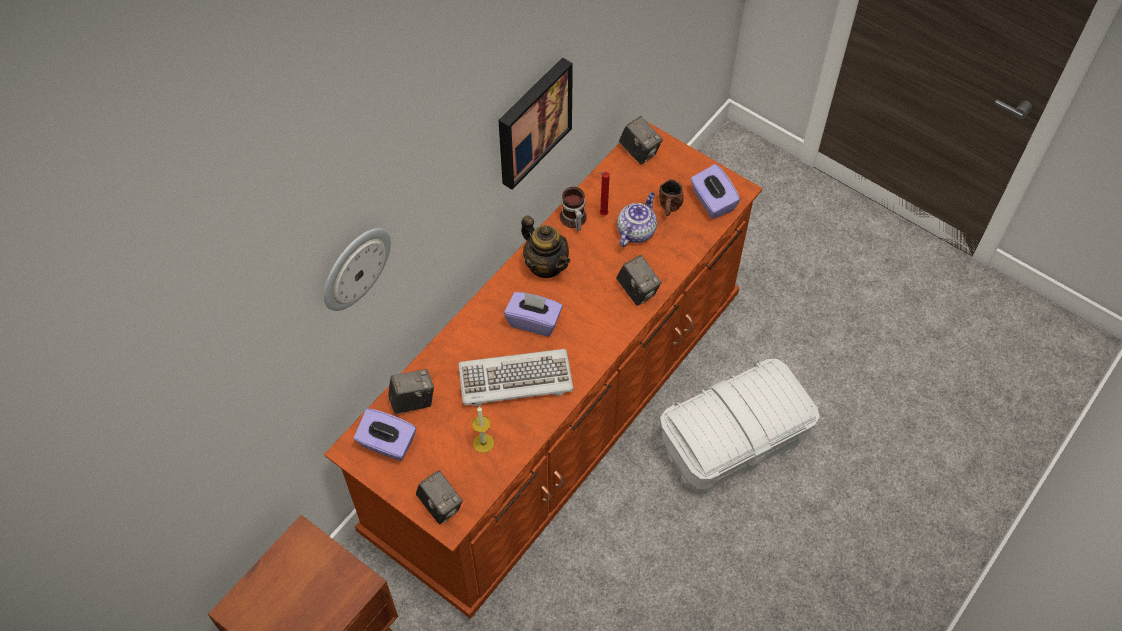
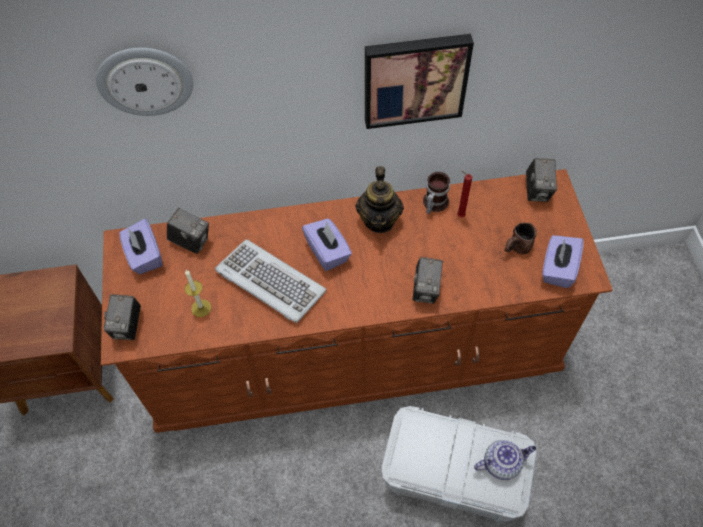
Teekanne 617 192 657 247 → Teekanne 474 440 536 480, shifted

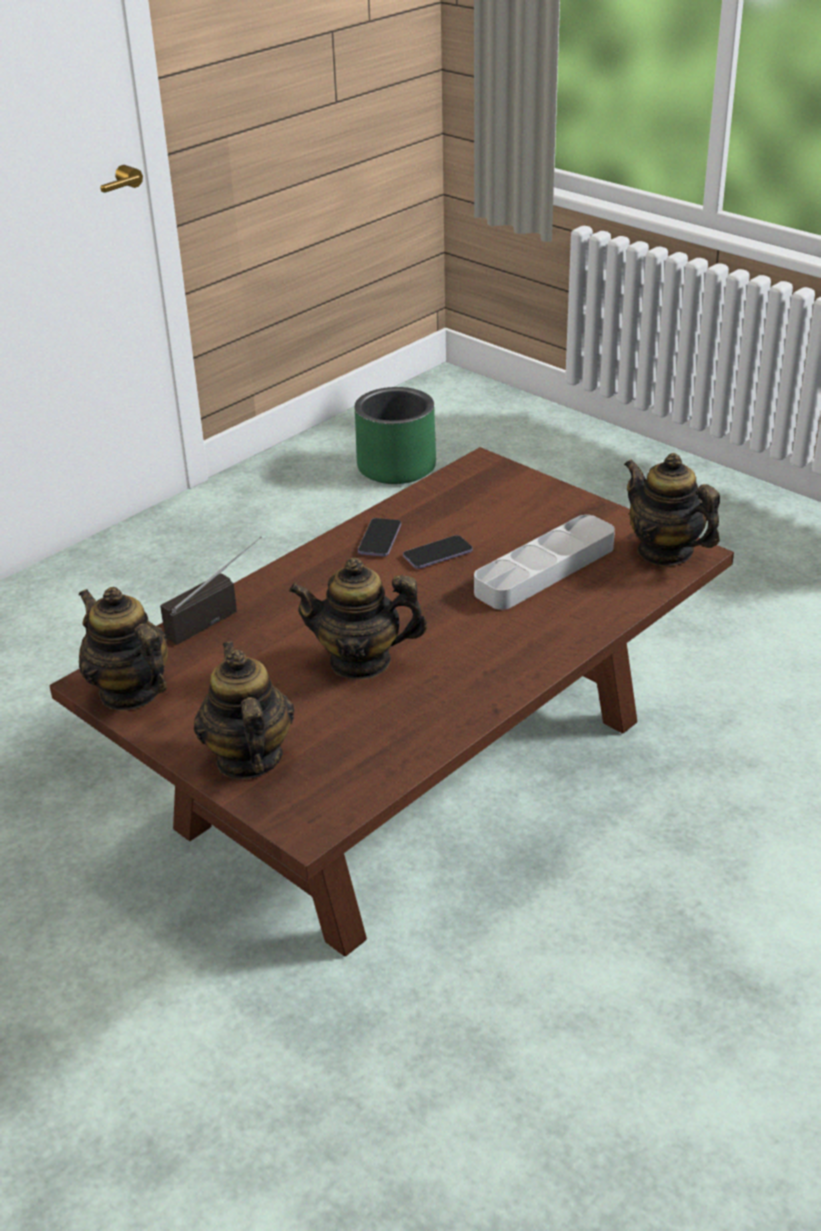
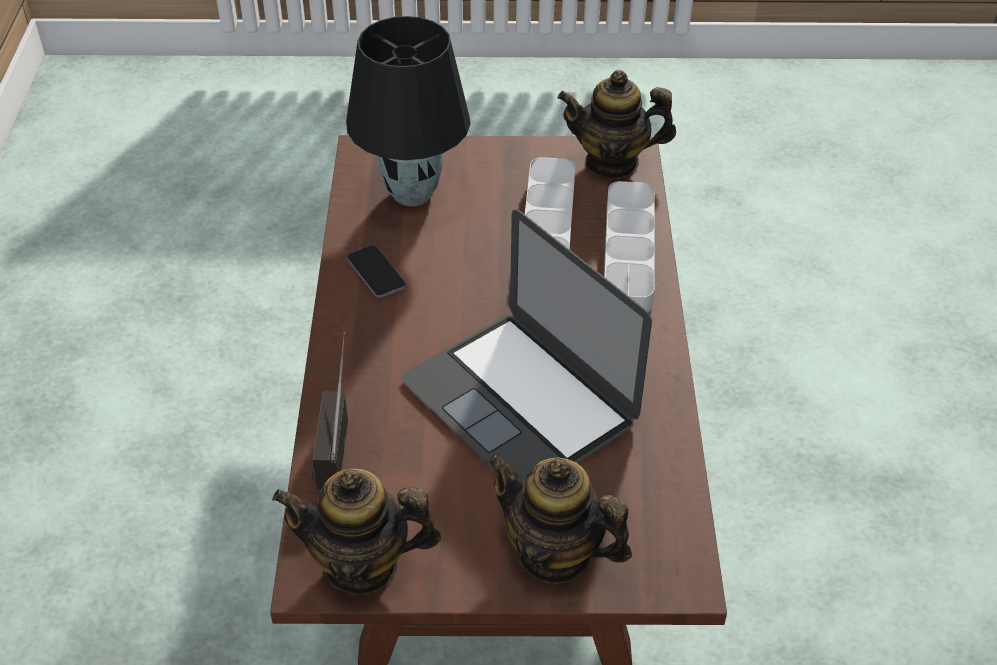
Teekanne 289 558 428 679 → Laptop 402 210 652 479
Pflanzkübel [grün] 355 387 436 484 → -
Handy 403 535 473 569 → -
- → Tischlampe [schwarz] 346 16 471 206
- → Tablett [grau] 604 181 655 312

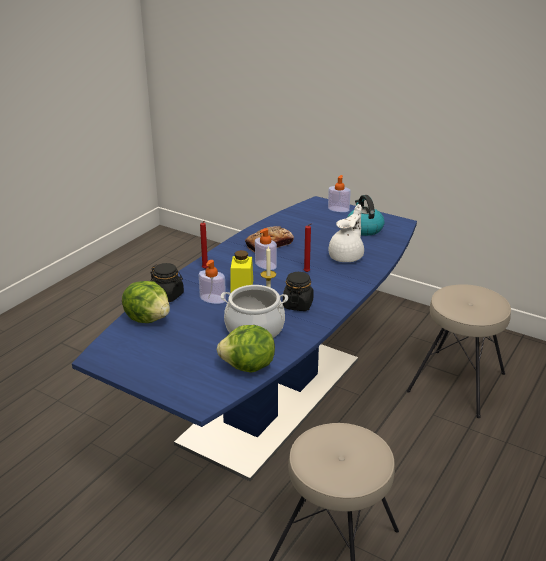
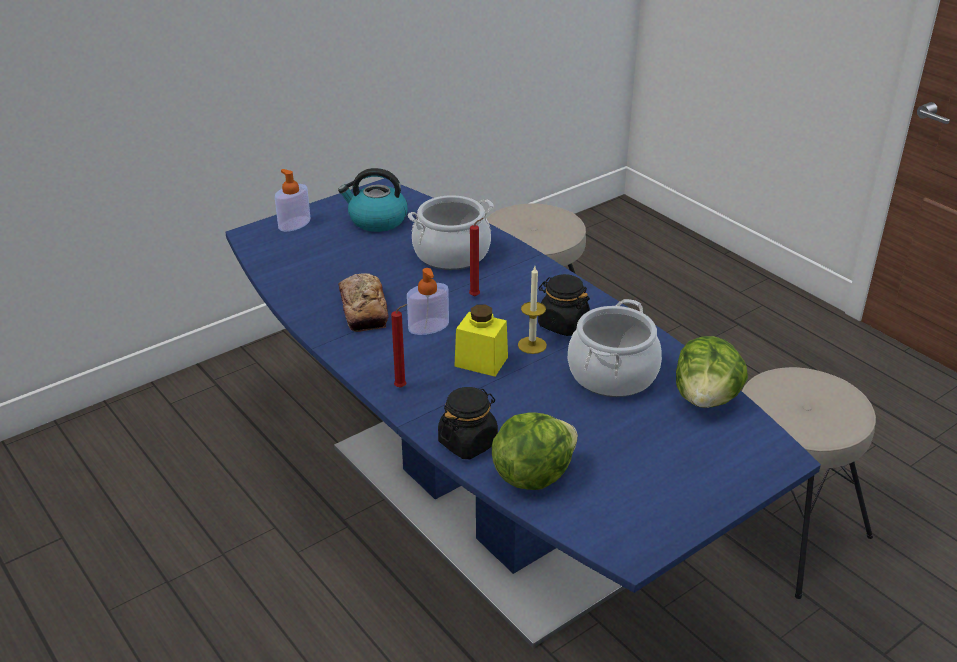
Seifenspender 199 260 226 304 → -
Teekanne [weiß] 328 204 364 262 → Kochtopf 408 195 493 270

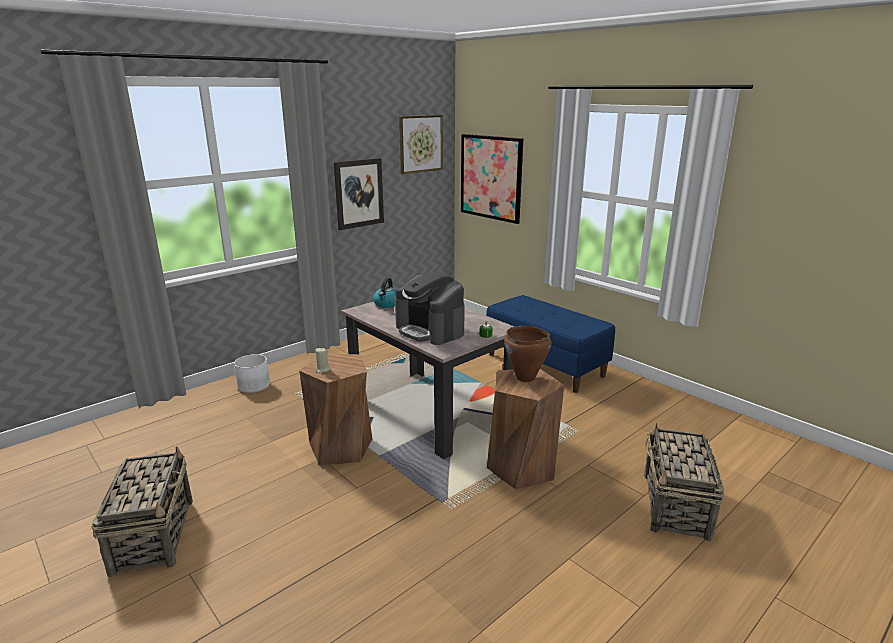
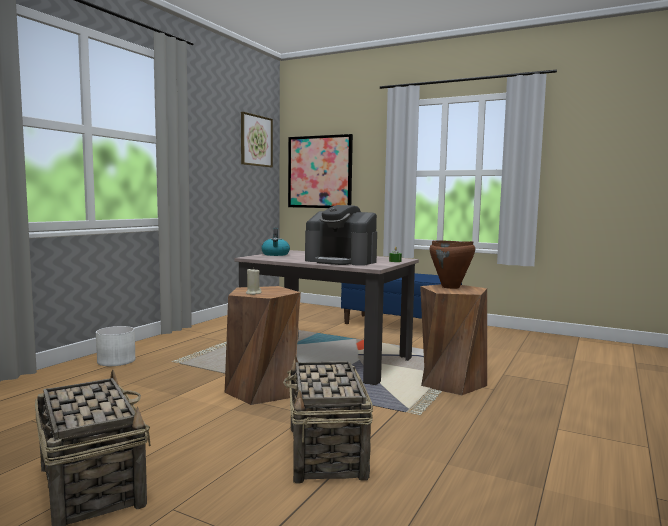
Bild 334 158 384 230 → -
Korb 644 423 725 541 → Korb 283 355 373 484, shifted

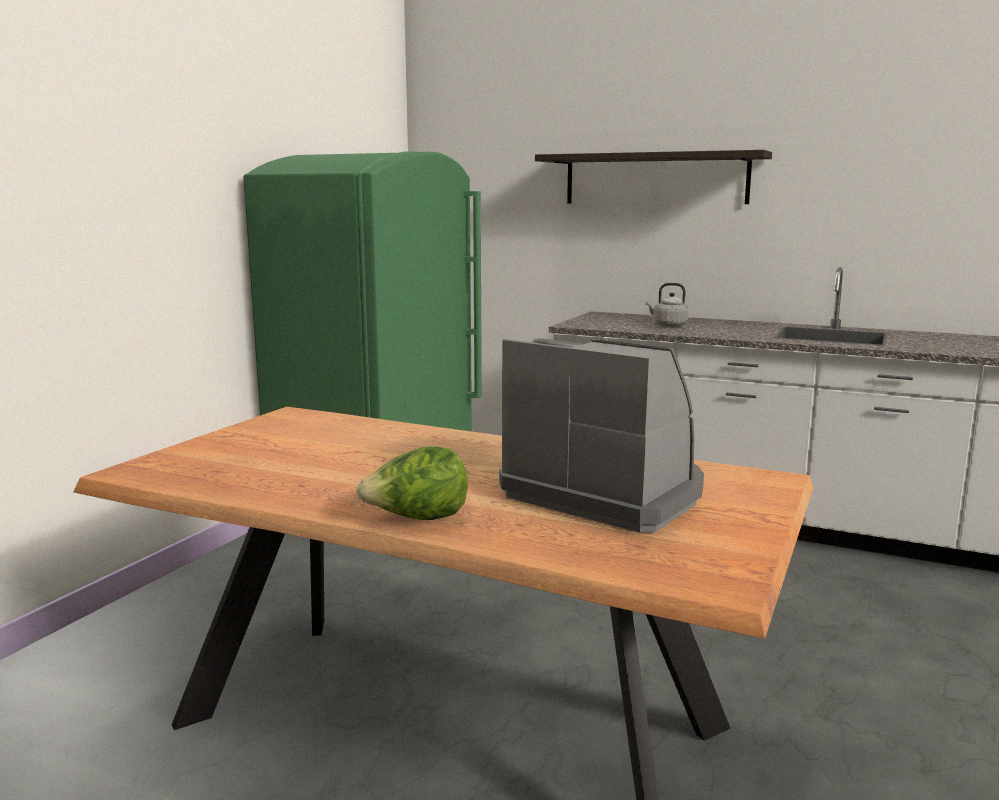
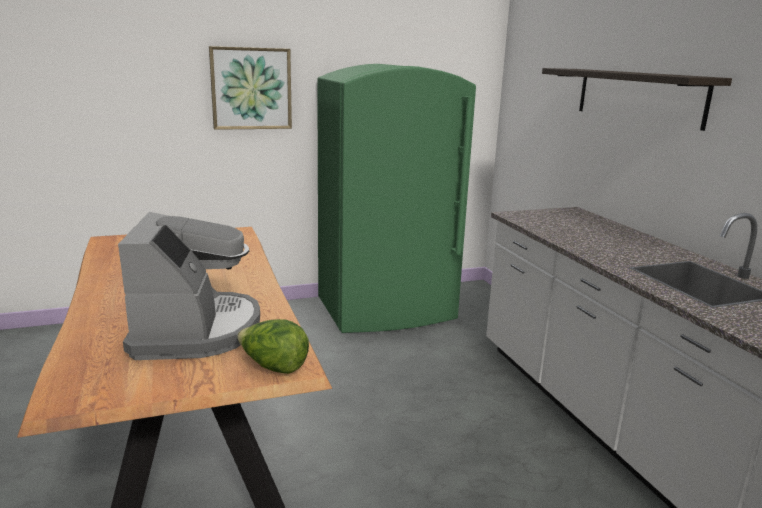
Salatkopf 357 447 468 520 → Salatkopf 237 319 309 374, shifted
Wasserkessel [grau] 646 283 689 327 → -
- → Bild 209 46 292 130

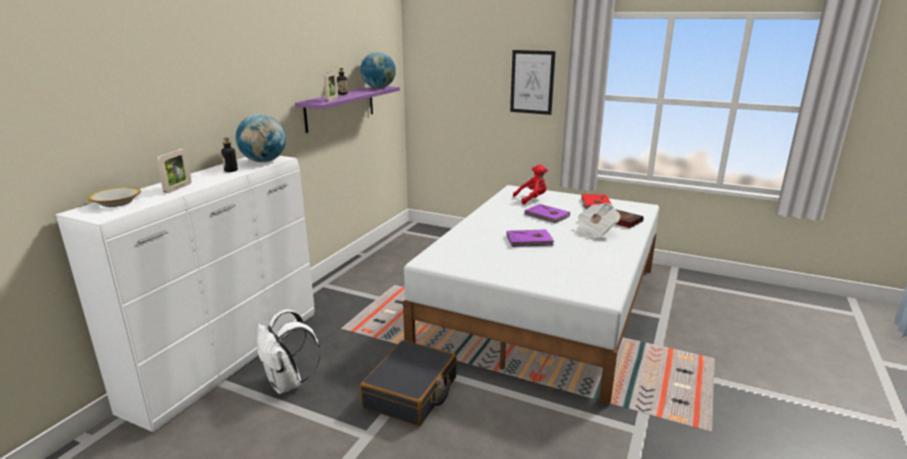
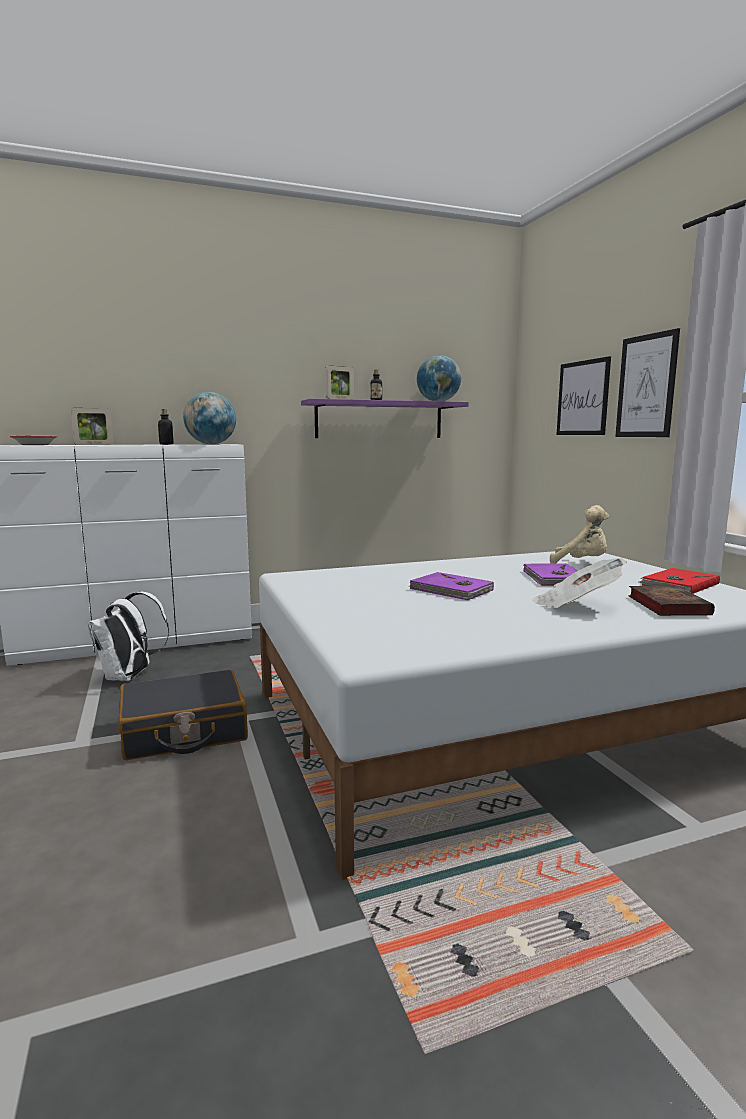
Plüschtier [rot] 513 164 548 205 → Plüschtier [beige] 550 505 609 564
- → Bild 557 356 611 435

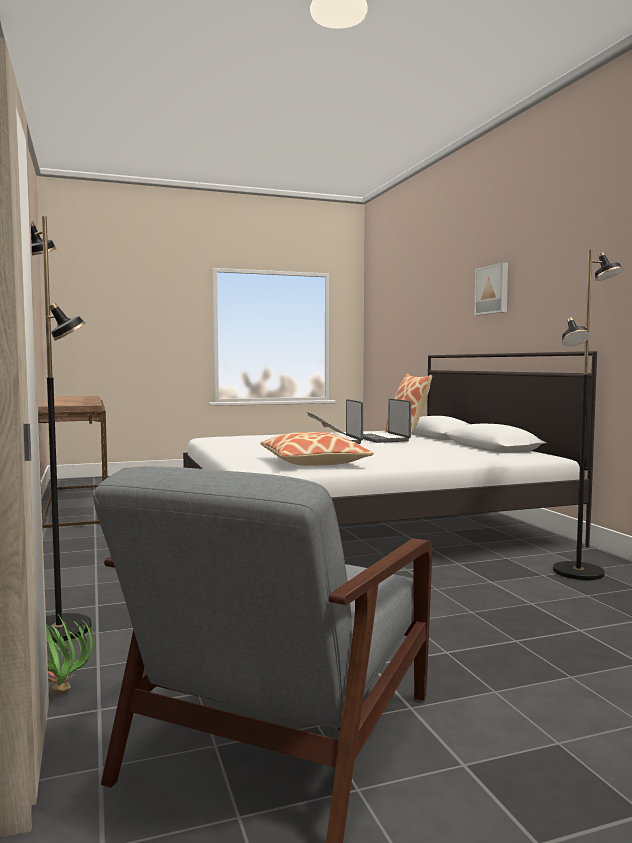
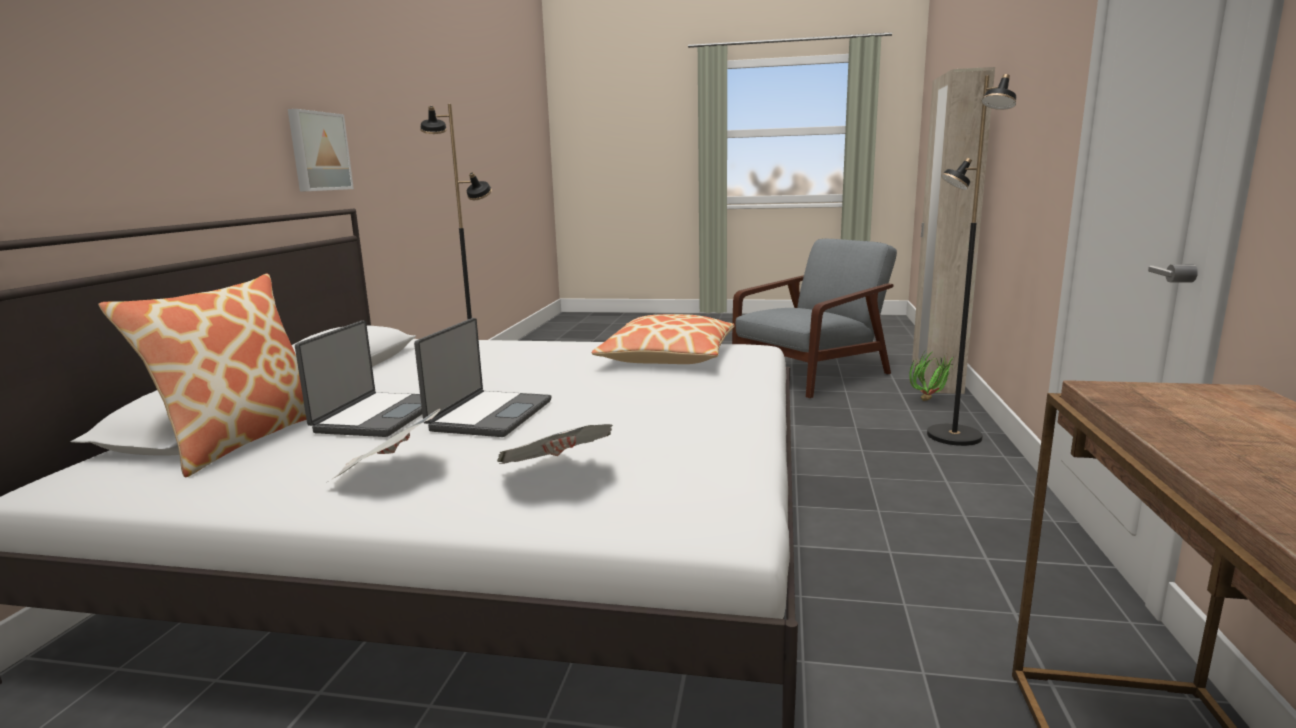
Bild 474 262 508 315 → Bild 288 109 354 192, shifted
- → Zeitung 497 424 613 464

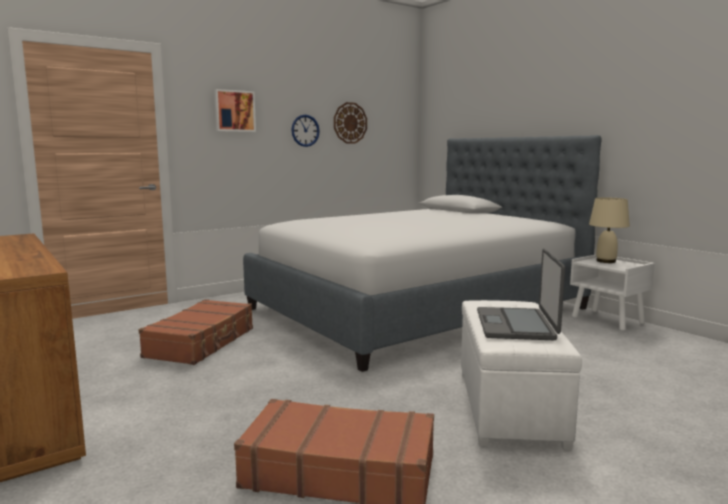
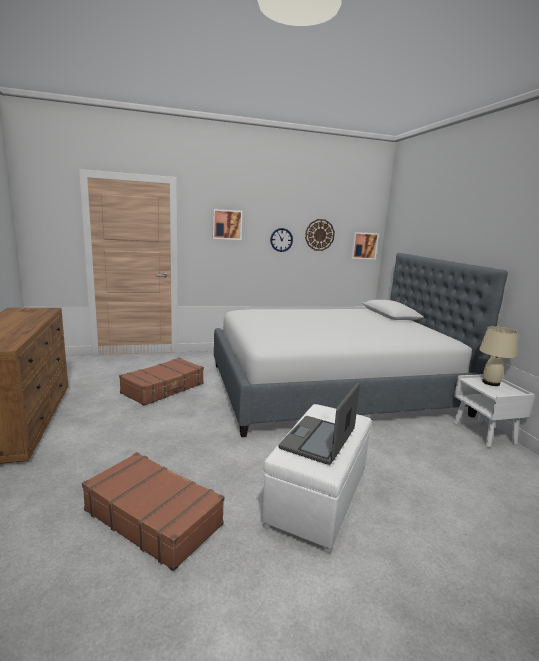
- → Bild 351 232 379 259

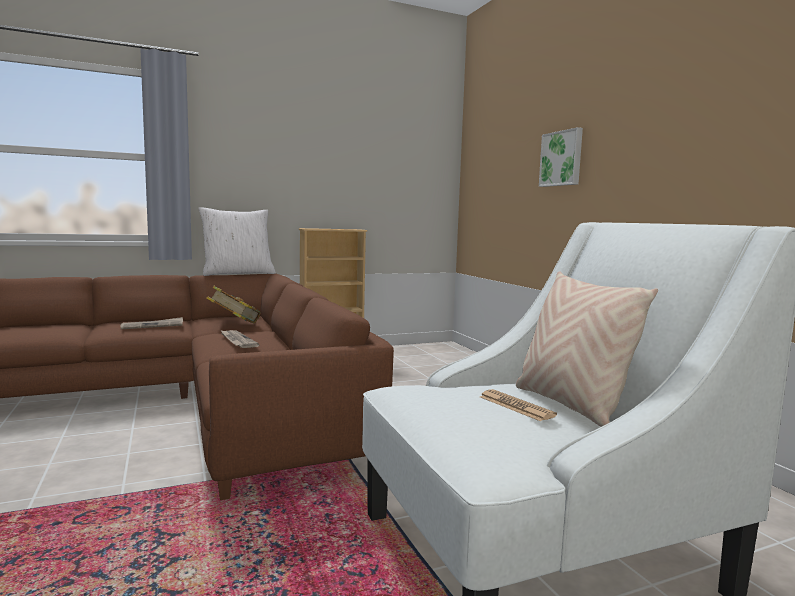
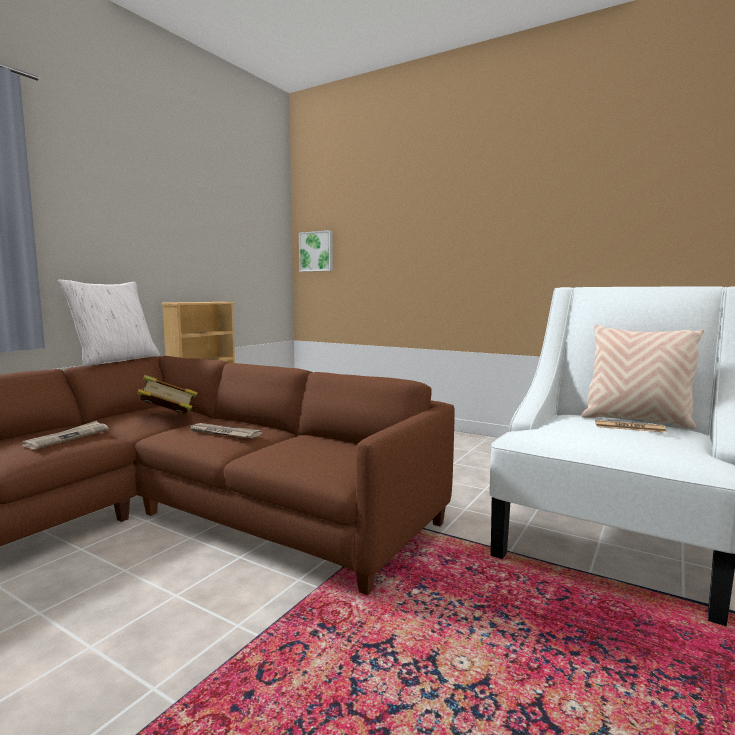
Bild 539 127 583 187 → Bild 299 230 333 272, shifted

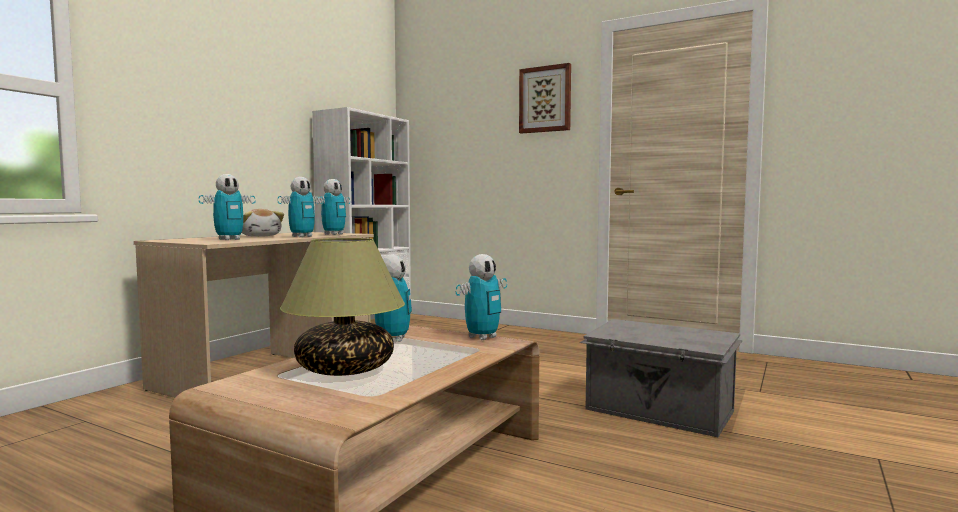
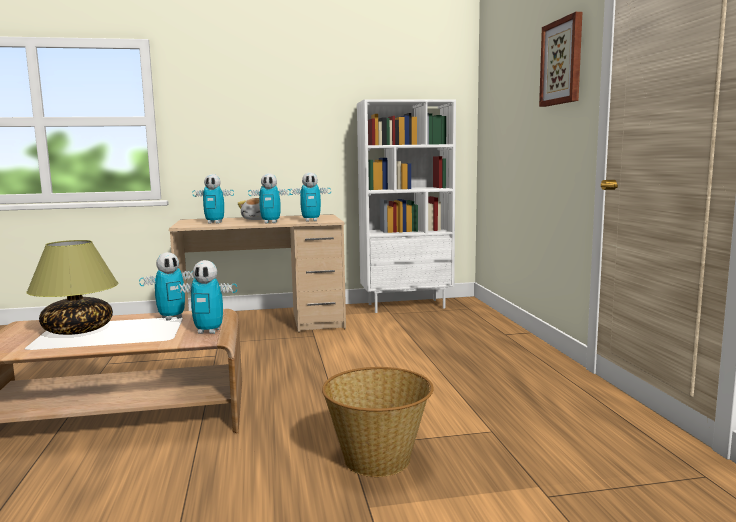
Aufbewahrungsbox [grau] 580 319 743 437 → Korb 322 367 434 477

